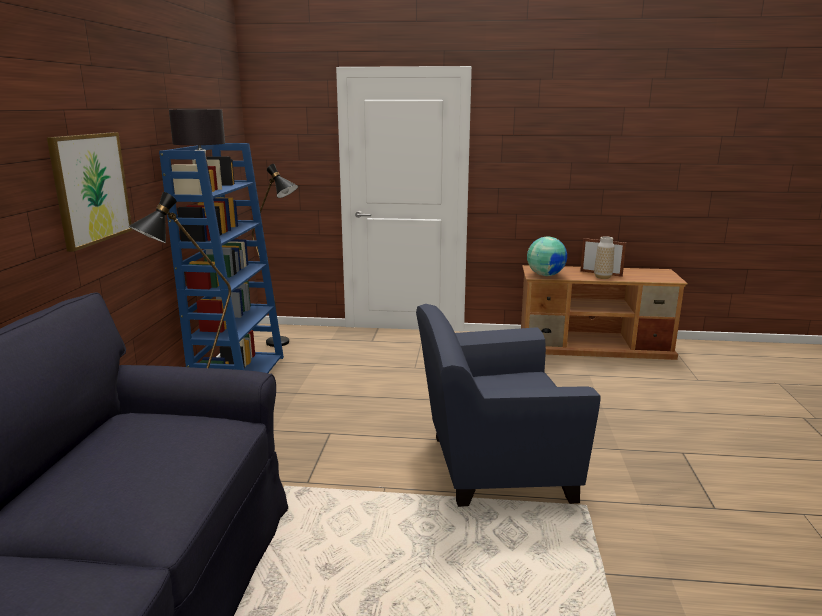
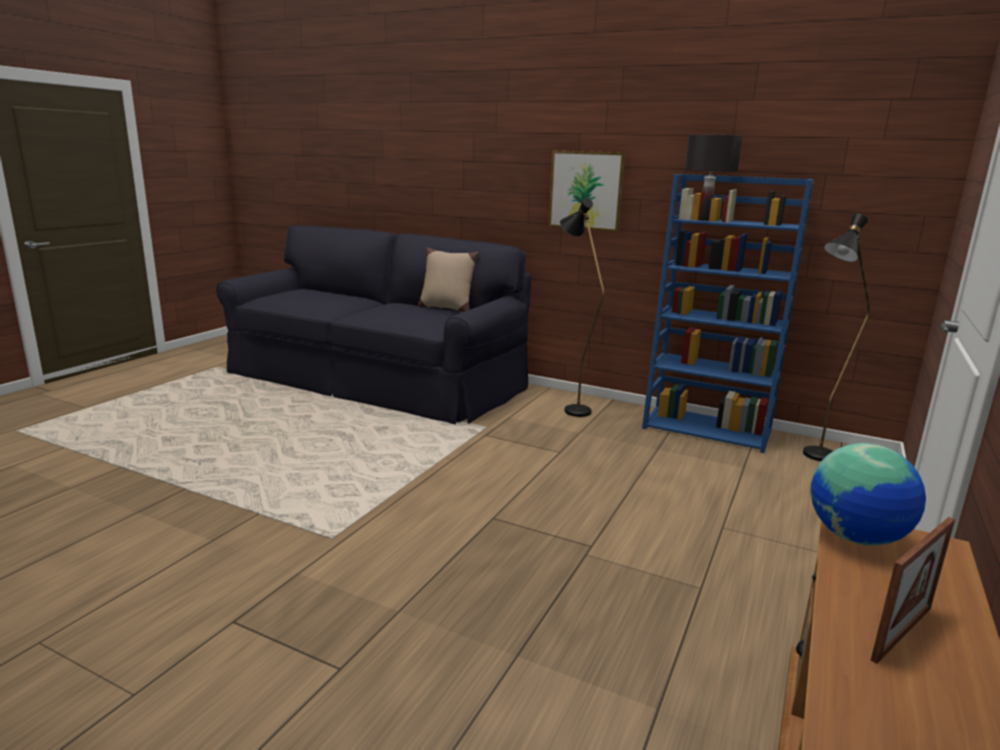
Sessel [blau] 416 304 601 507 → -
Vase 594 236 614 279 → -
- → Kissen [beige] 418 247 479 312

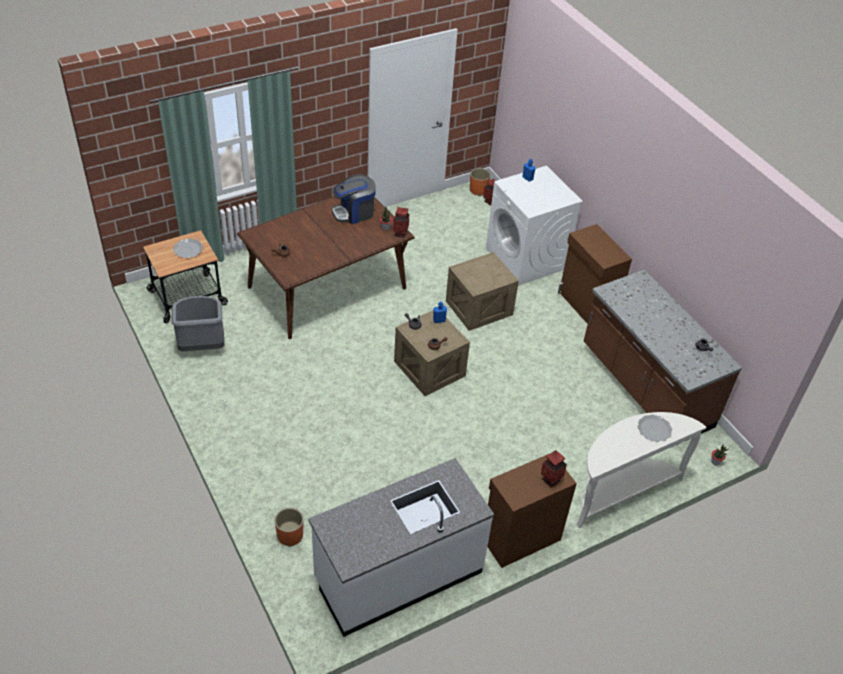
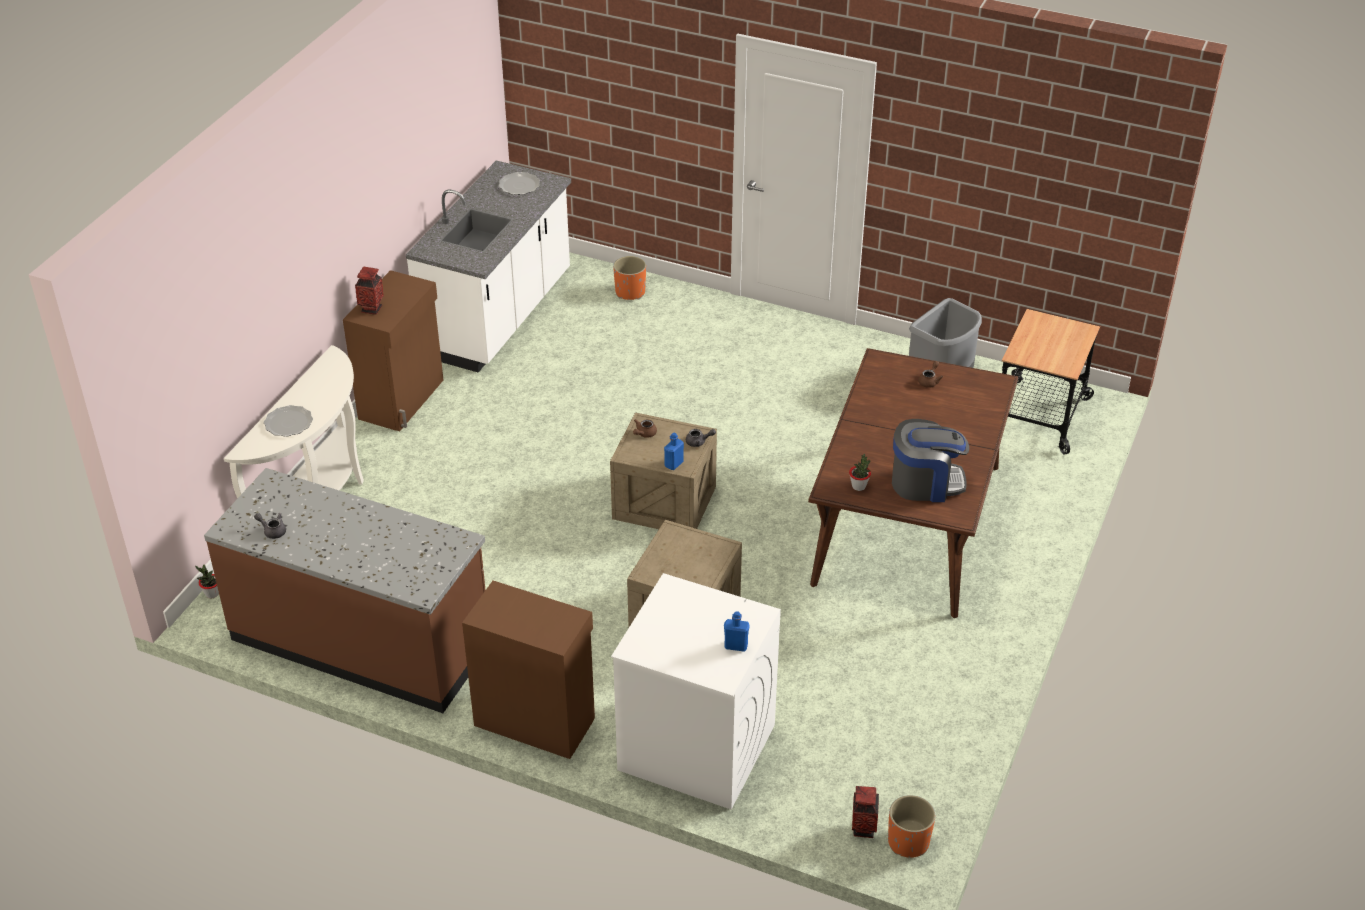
Teller 173 239 203 258 → Teller 499 172 540 195, shifted
Kaffeemaschine 332 174 376 224 → Kaffeemaschine 892 419 969 502, 60 degrees clockwise
Vase 393 207 410 238 → -

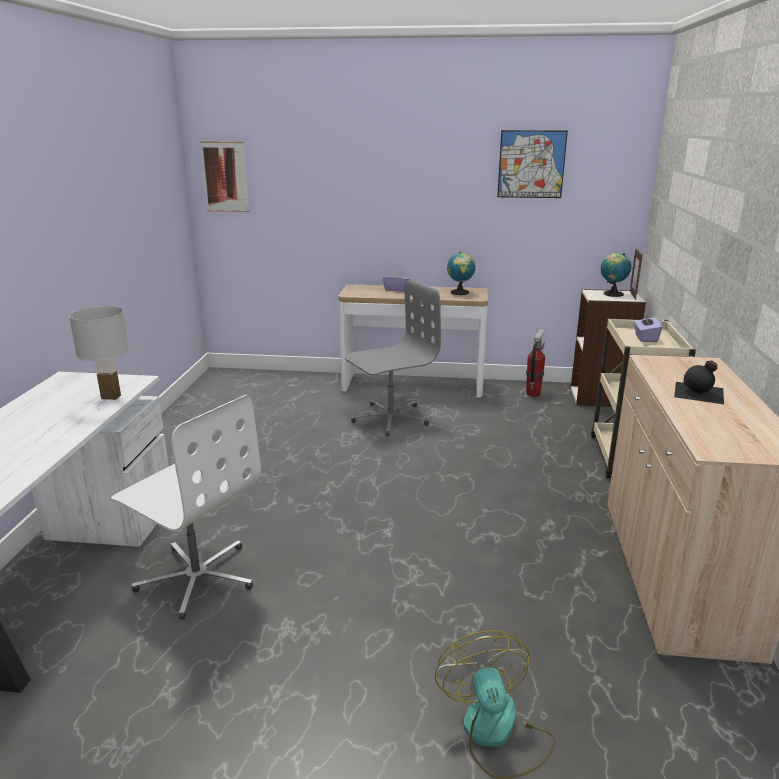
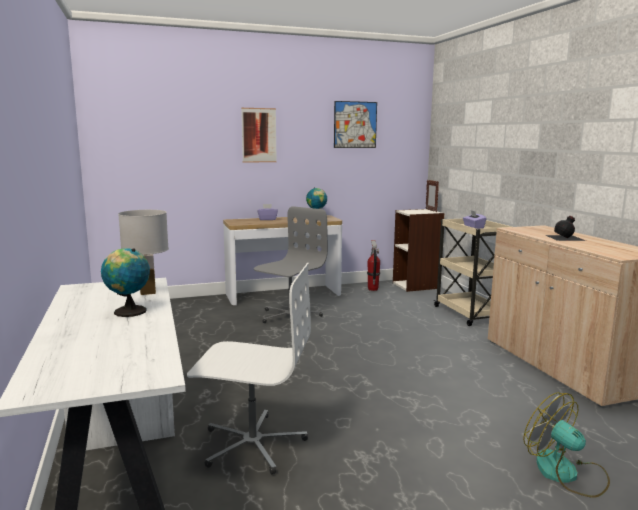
Bild 200 141 249 212 → Bild 241 108 277 163, shifted
Globus 601 253 631 297 → Globus 101 248 150 317, shifted

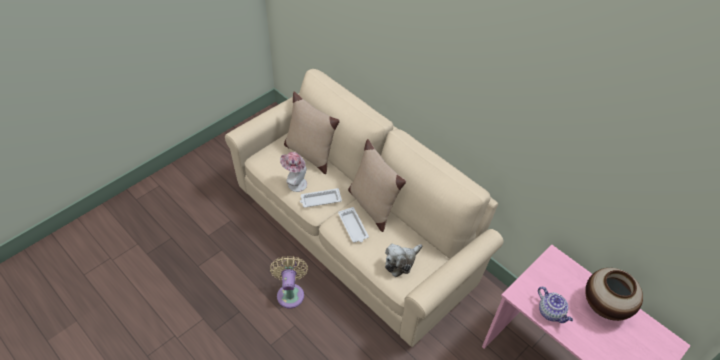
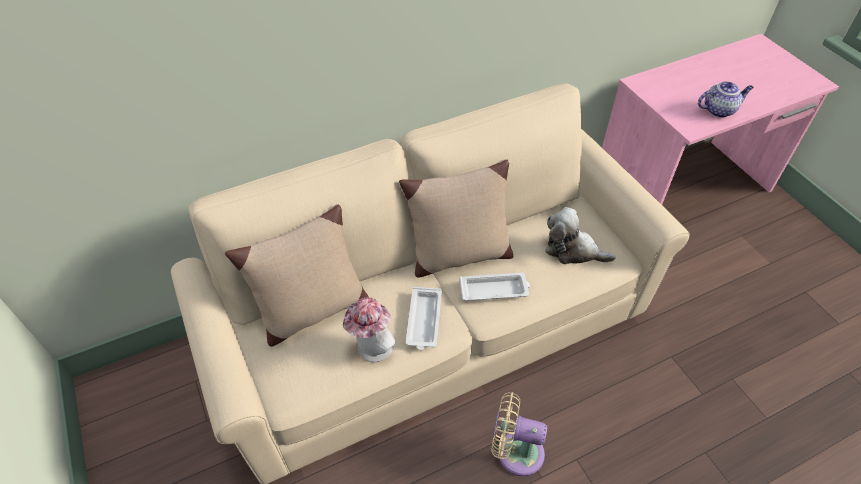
Plüschtier 385 244 422 277 → Plüschtier 545 207 616 264, 135 degrees clockwise
Vase 585 268 643 321 → -

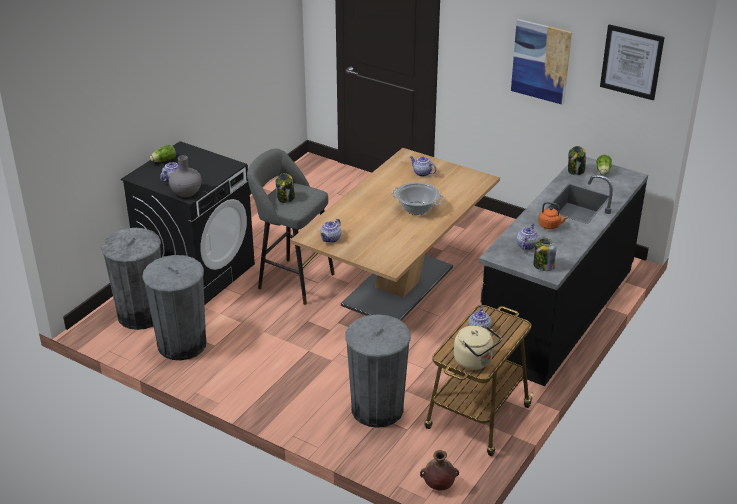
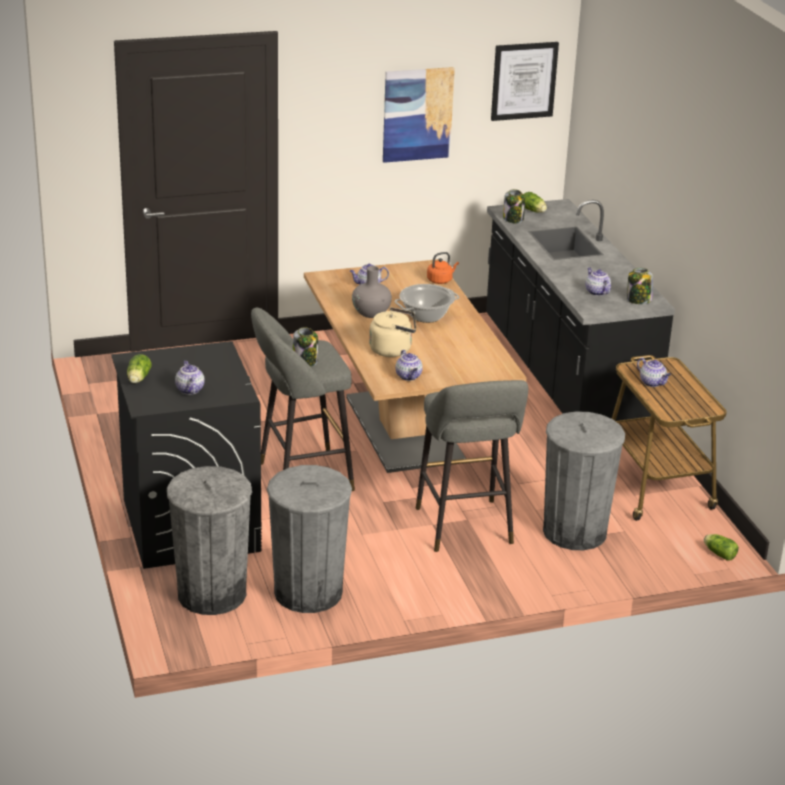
Vase [grau] 169 155 202 197 → Vase [grau] 352 266 392 318, shifted
Vase [braun] 420 450 459 491 → Salatkopf 704 534 739 561
Wasserkessel [beige] 454 326 502 370 → Wasserkessel [beige] 369 307 416 357, shifted
Wasserkessel [orange] 538 202 568 229 → Wasserkessel [orange] 427 252 459 284, shifted
- → Hocker [grau] 416 380 528 552

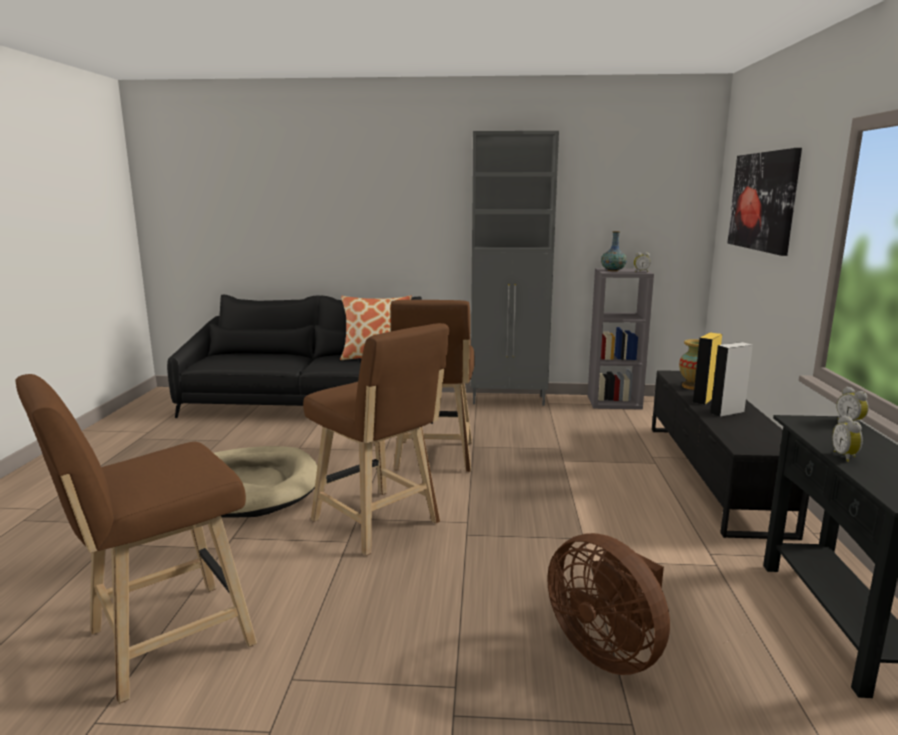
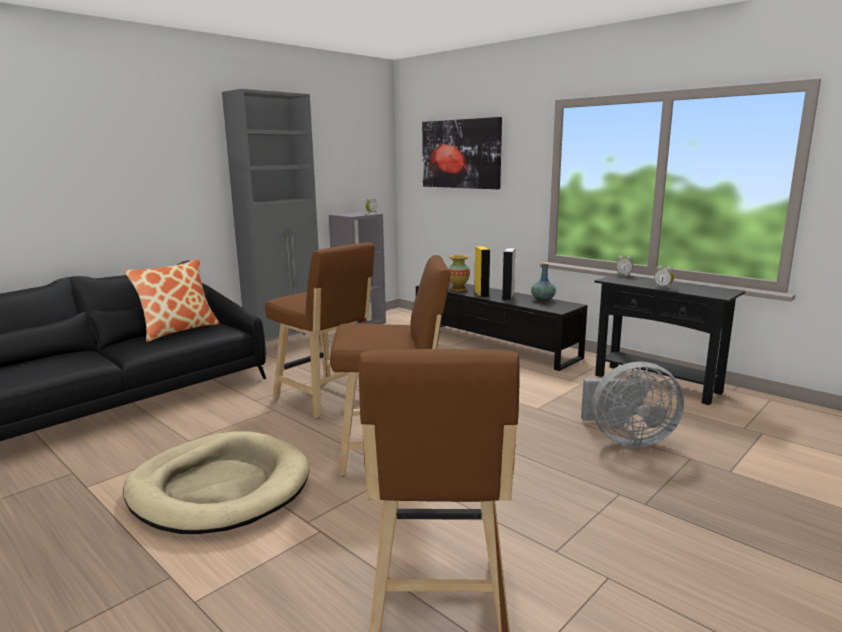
Ventilator [braun] 547 533 670 675 → Ventilator [grau] 581 362 684 447
Vase 601 231 627 271 → Vase 531 264 556 302, shifted

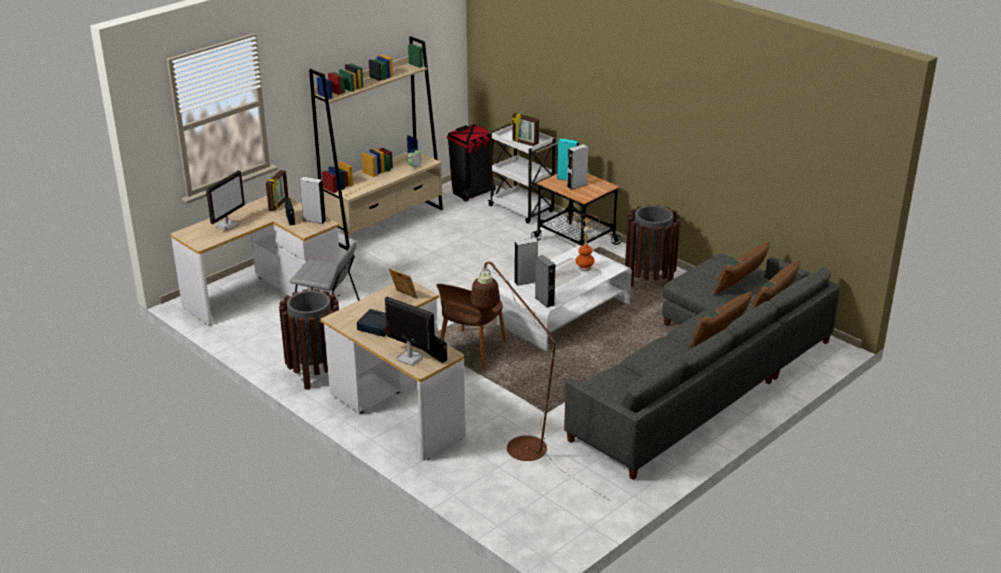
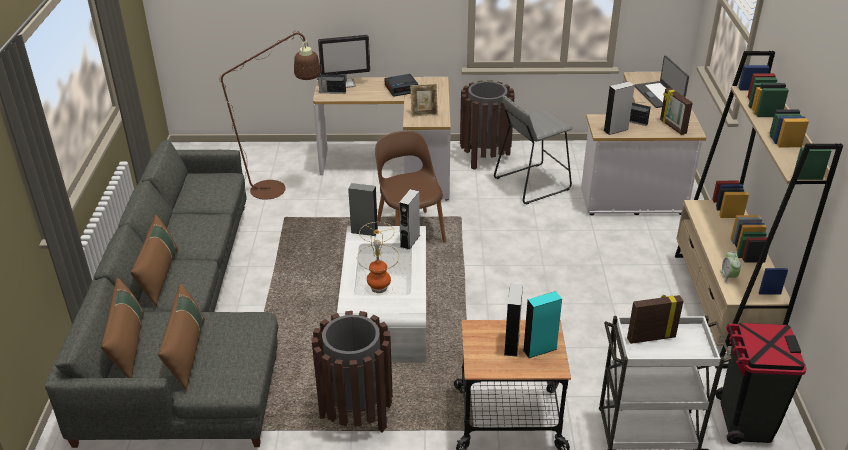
Monitor 206 170 245 230 → Laptop 635 55 689 108

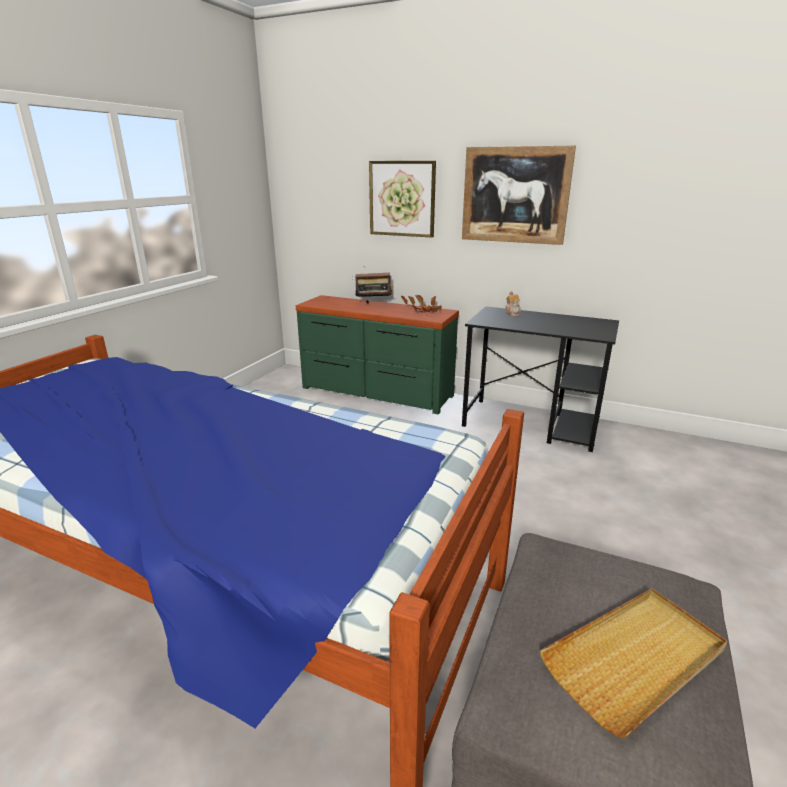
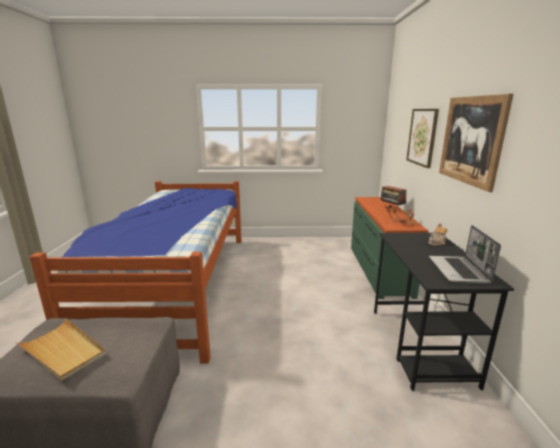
- → Laptop 429 225 501 284

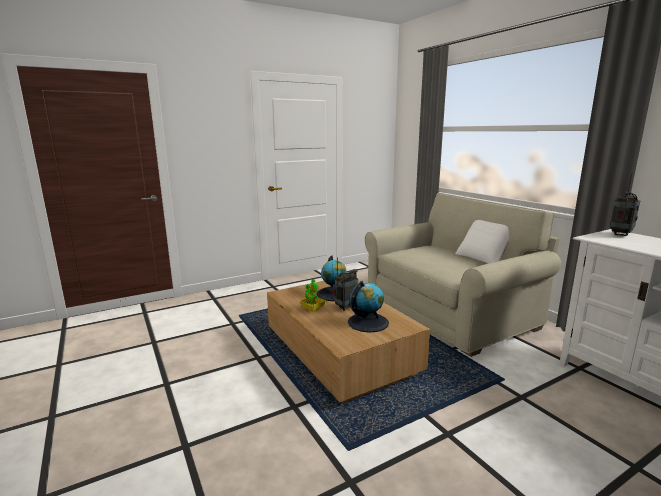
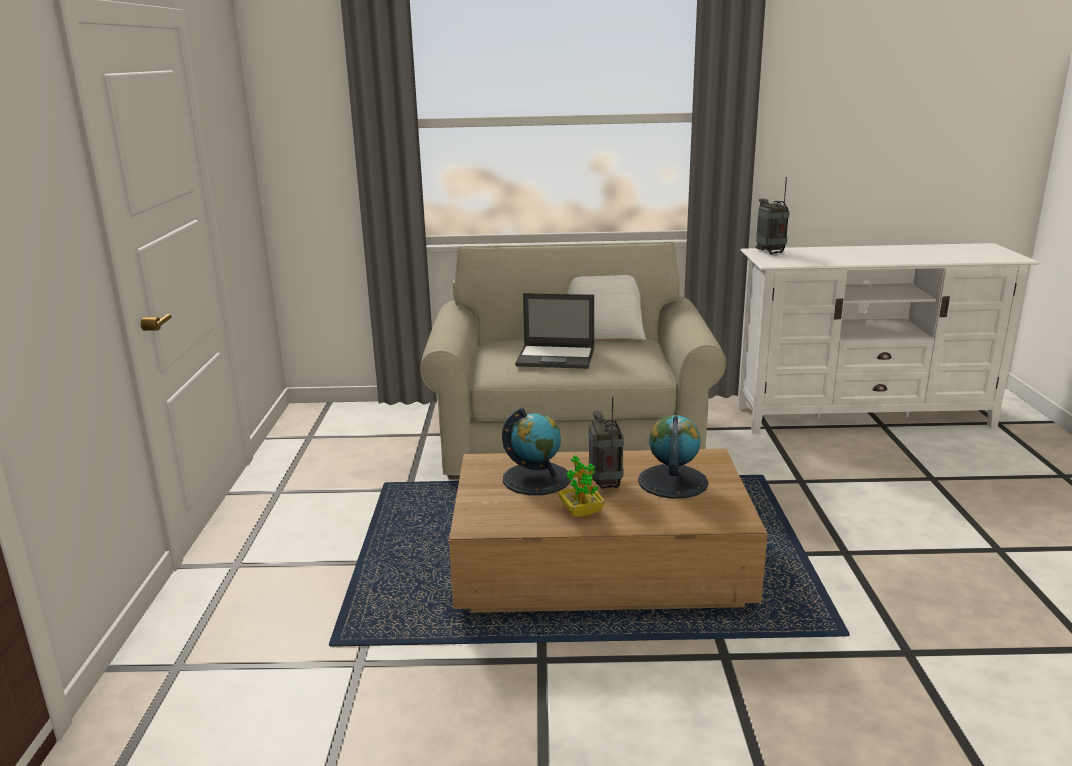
- → Laptop 515 293 594 369

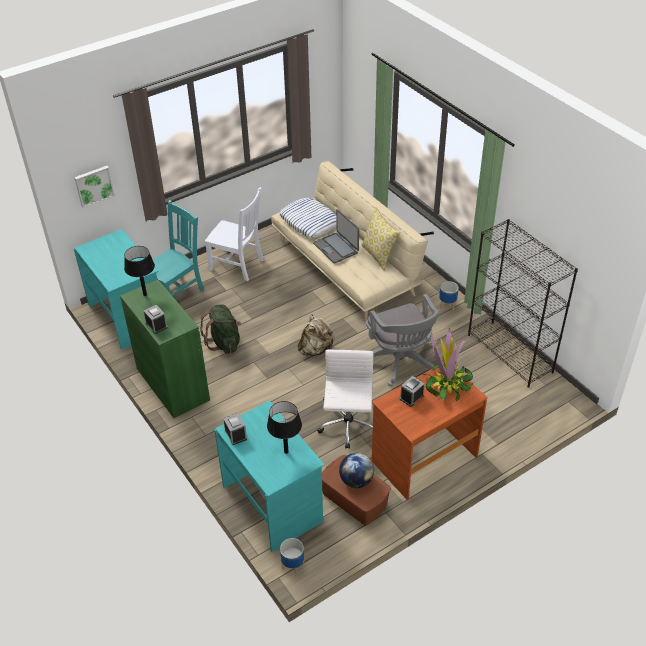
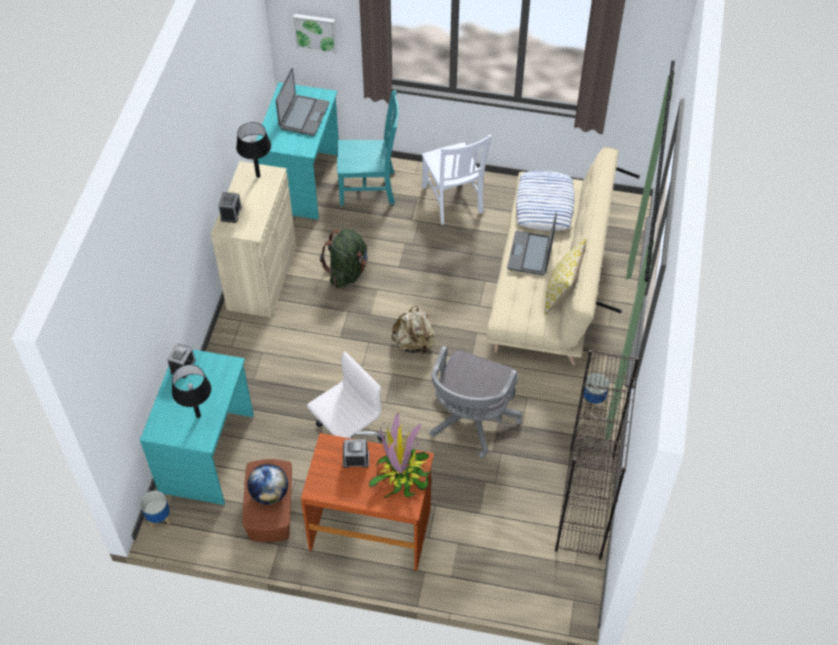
Schrank [grün] 120 280 210 418 → Schrank [beige] 211 161 296 318
- → Laptop 276 68 329 136

